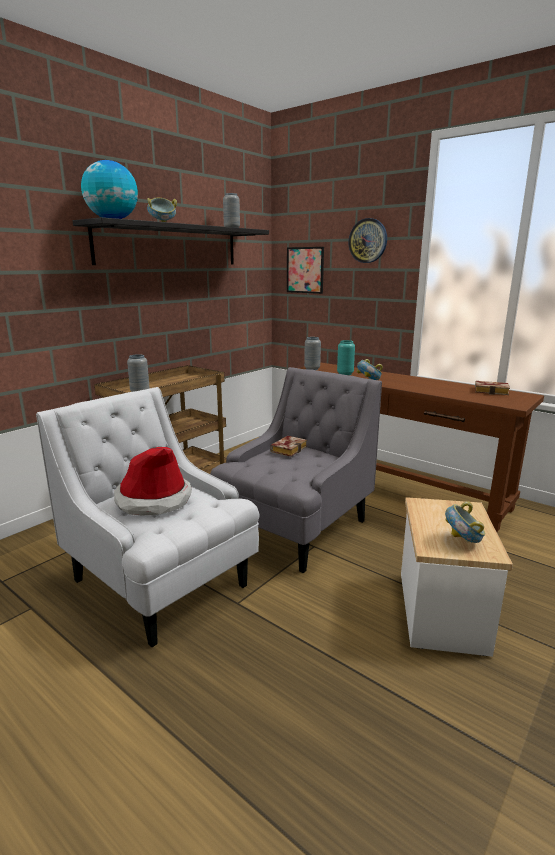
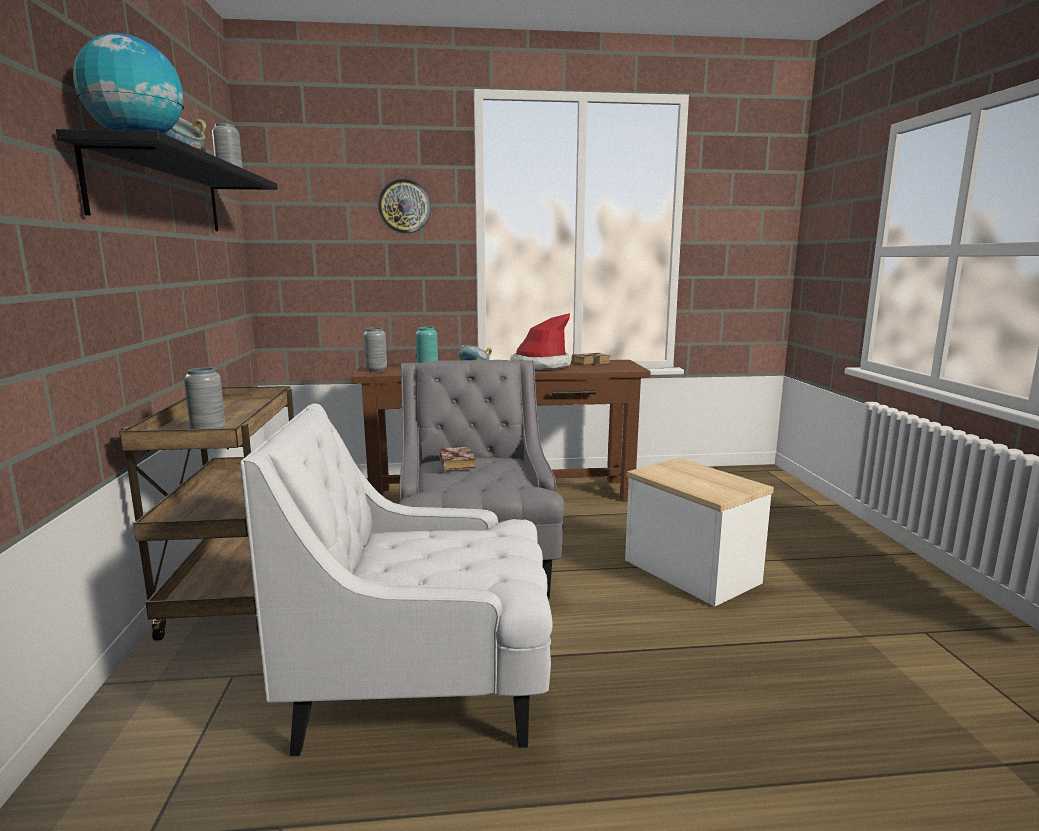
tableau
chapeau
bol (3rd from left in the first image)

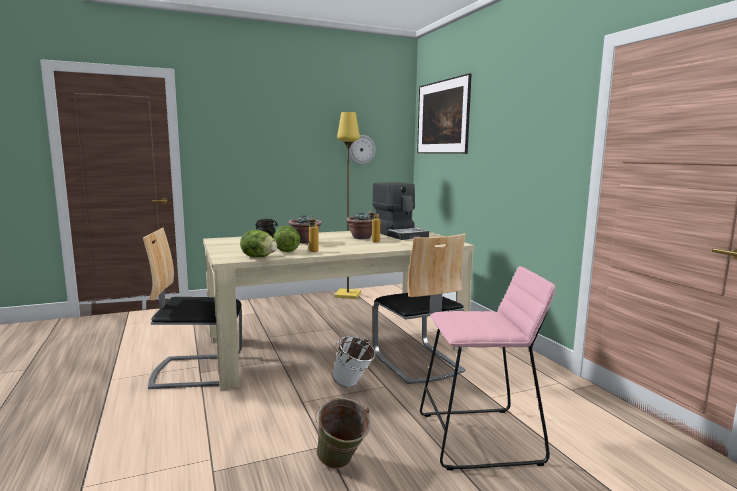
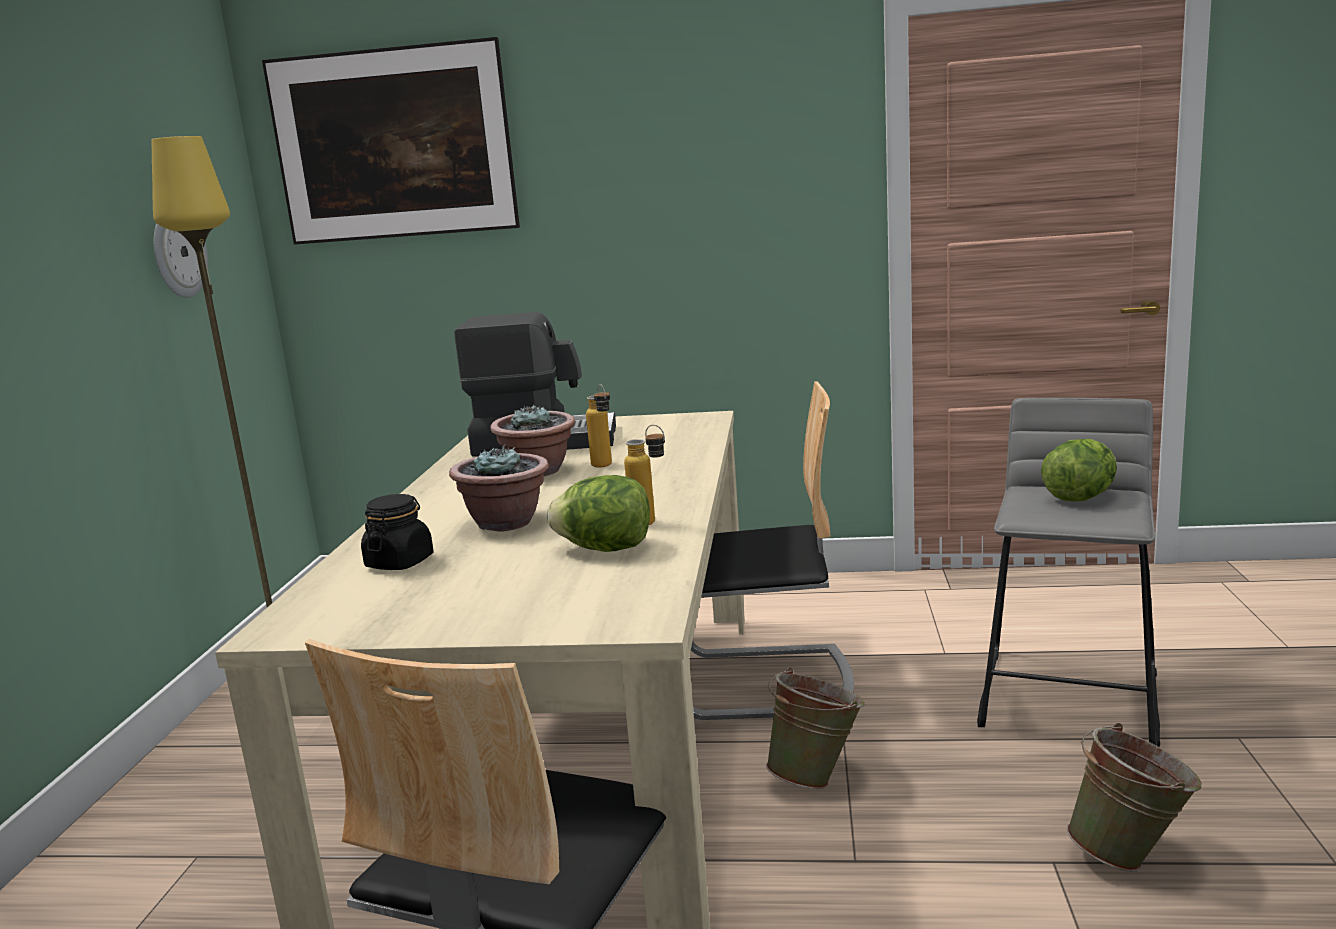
laitue (2nd from left)
tabouret (gris)
seau (vert) (1st from left)

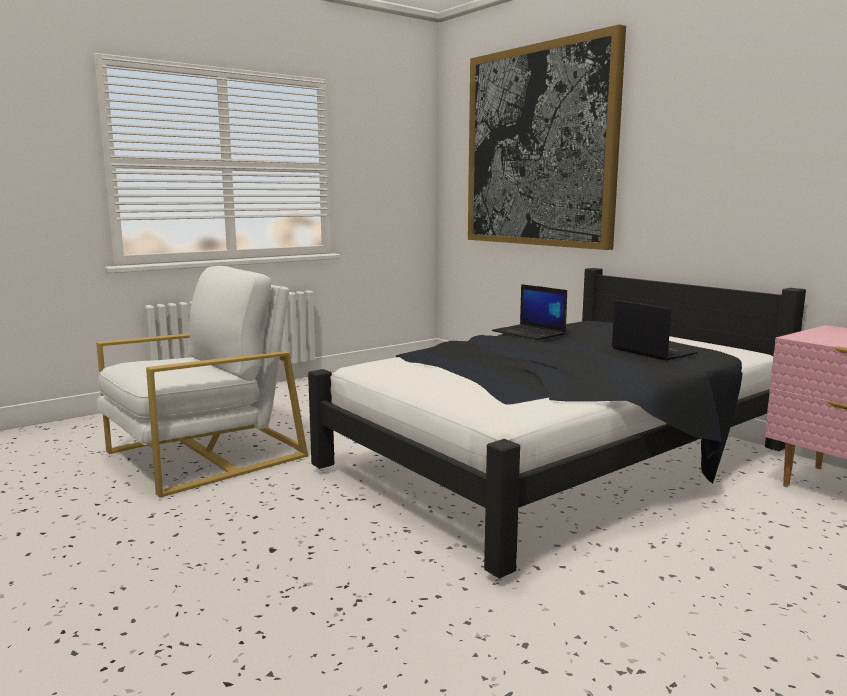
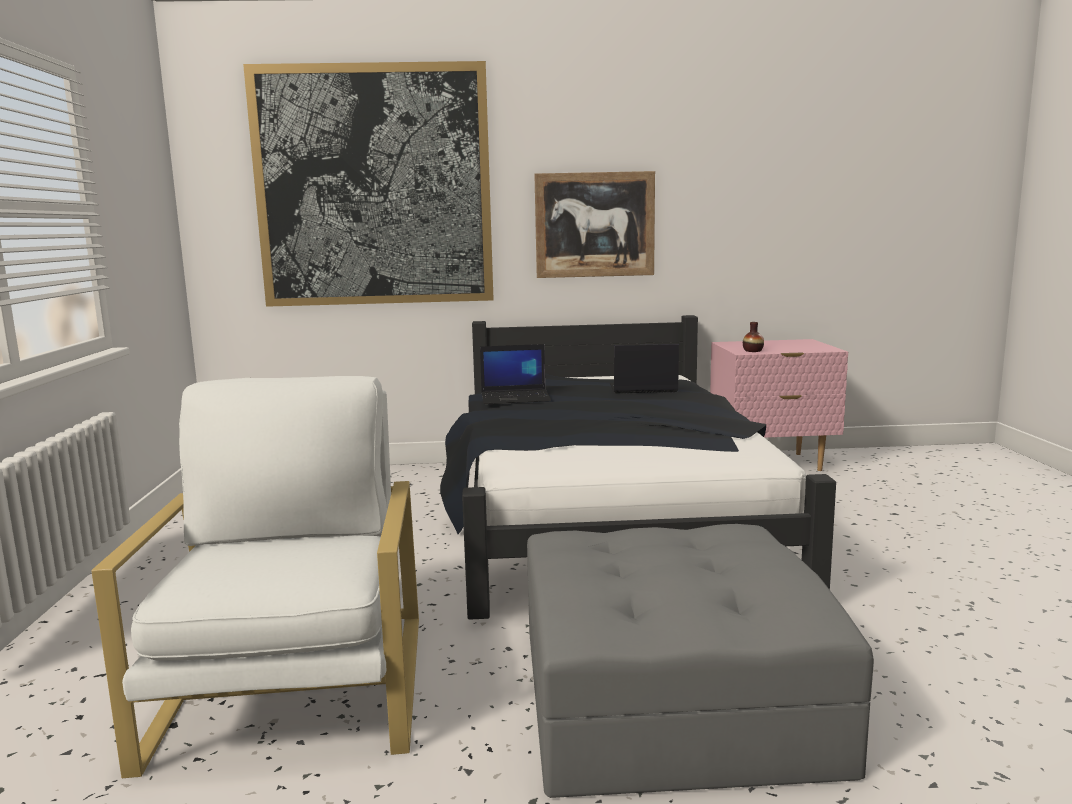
tableau (2nd from left)
vase
pouf (gris)

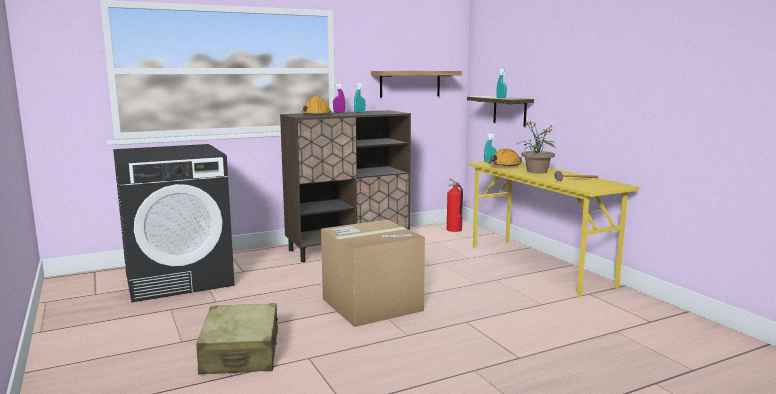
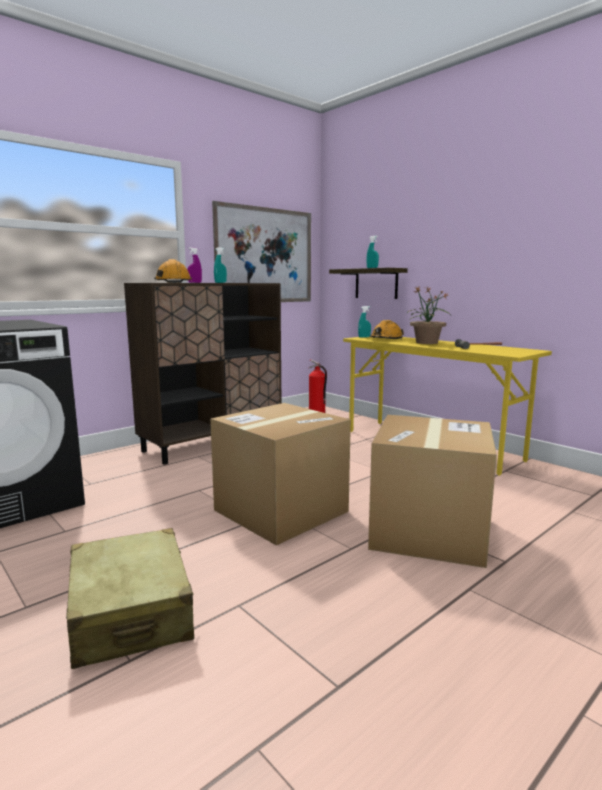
tableau
carton (2nd from left)

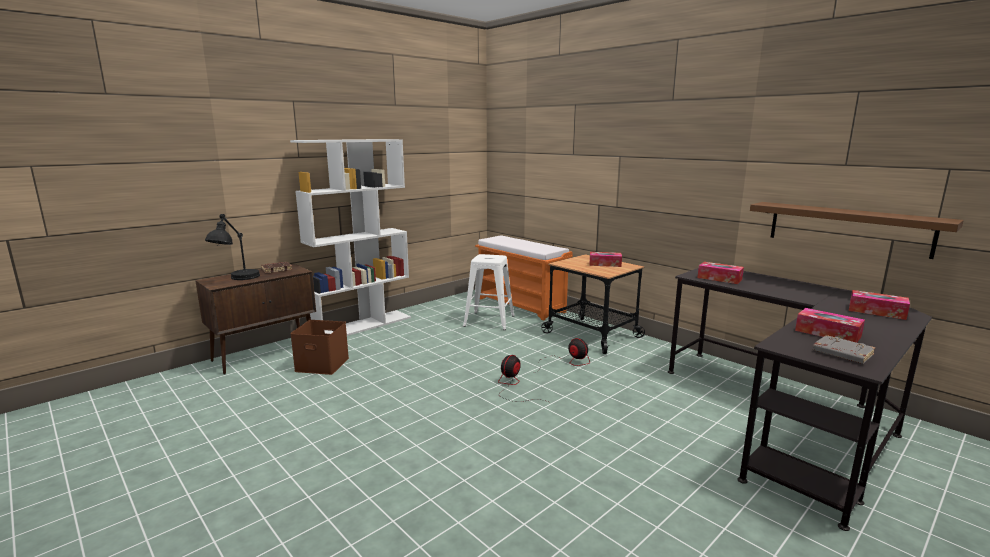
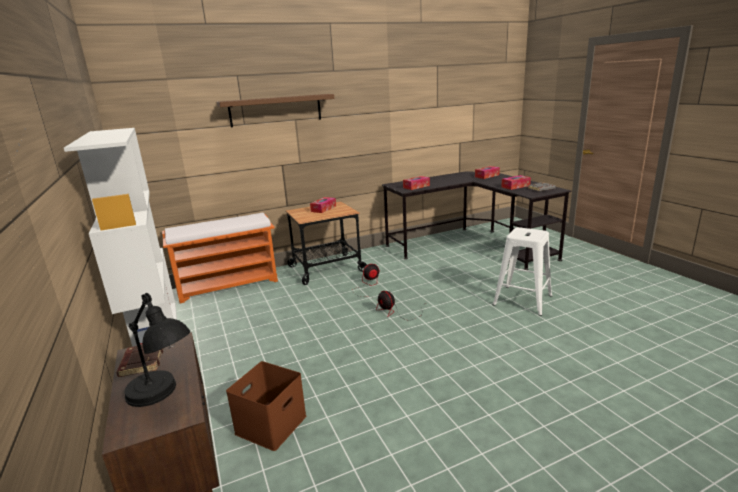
étagère (marron)
tabouret (blanc)

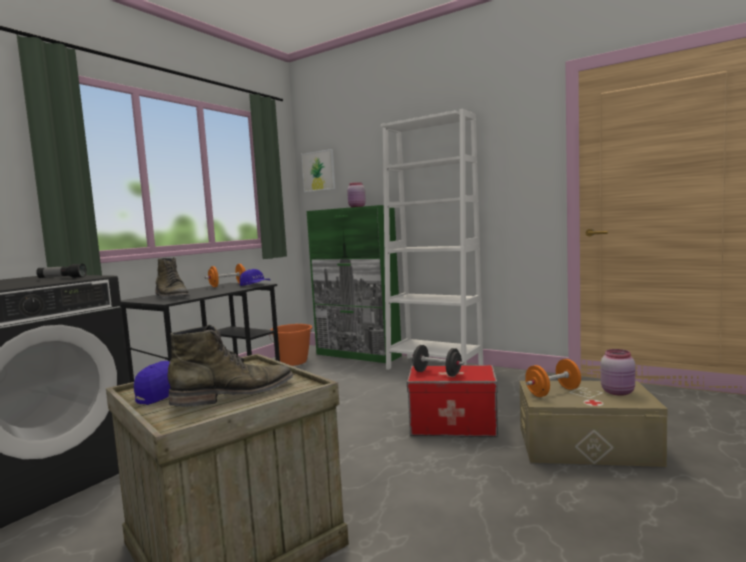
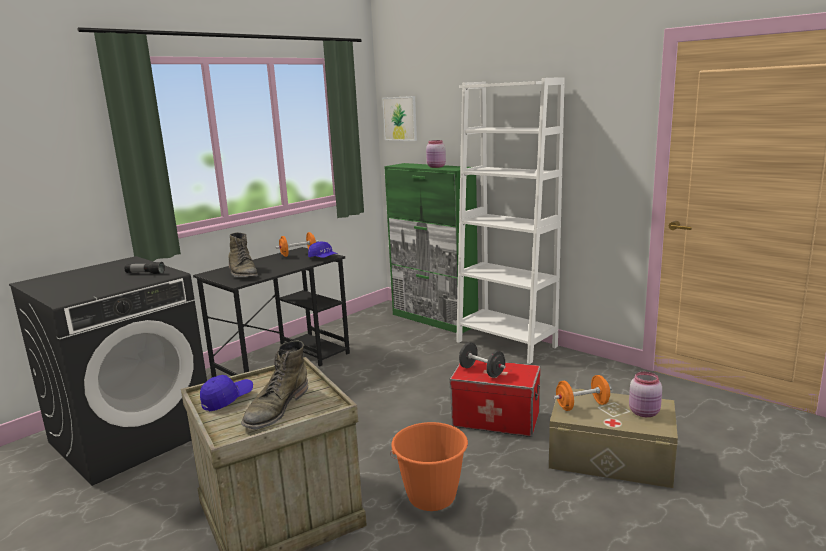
seau (orange)
botte (vert) (2nd from left)

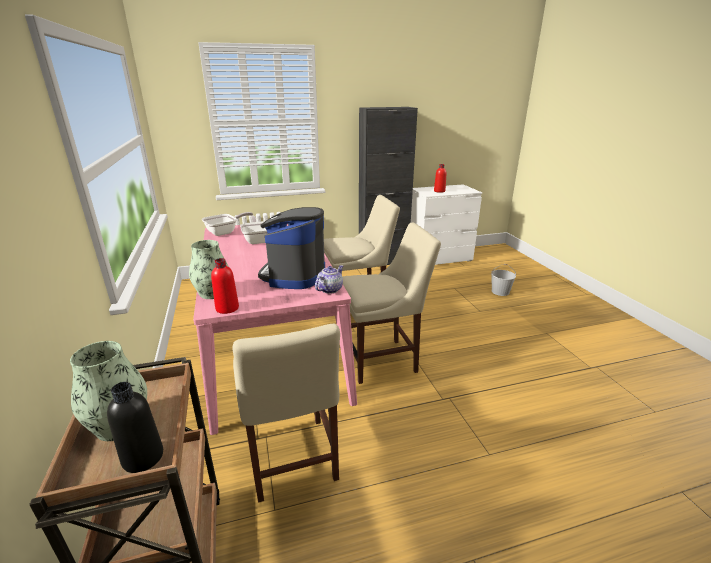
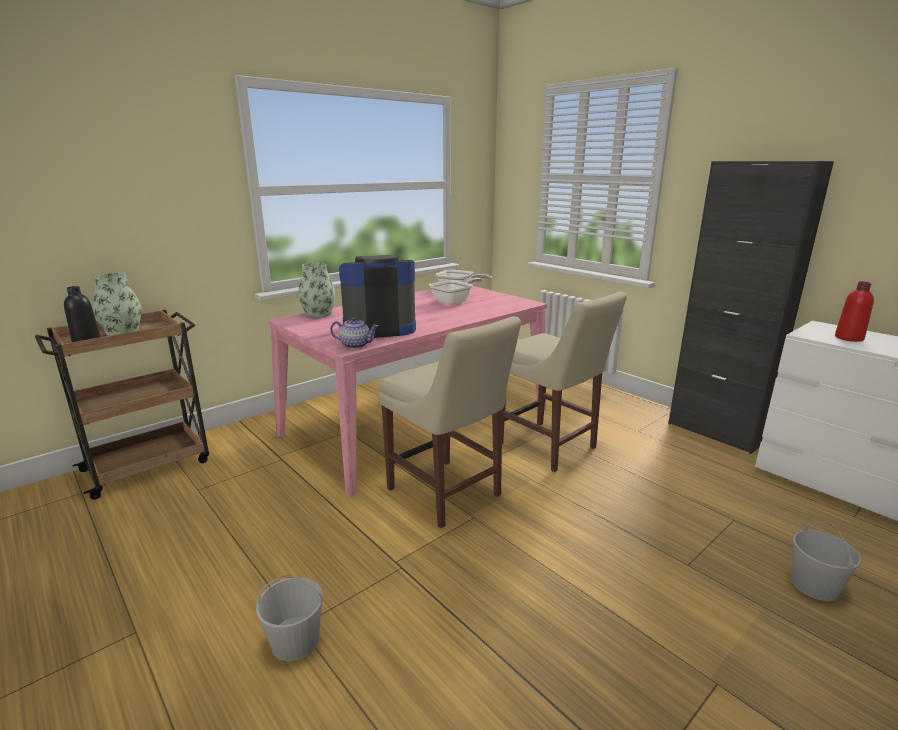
bouteille (rouge) (1st from left in the first image)
chaise (beige) (1st from left in the first image)
seau (blanc) (1st from left)

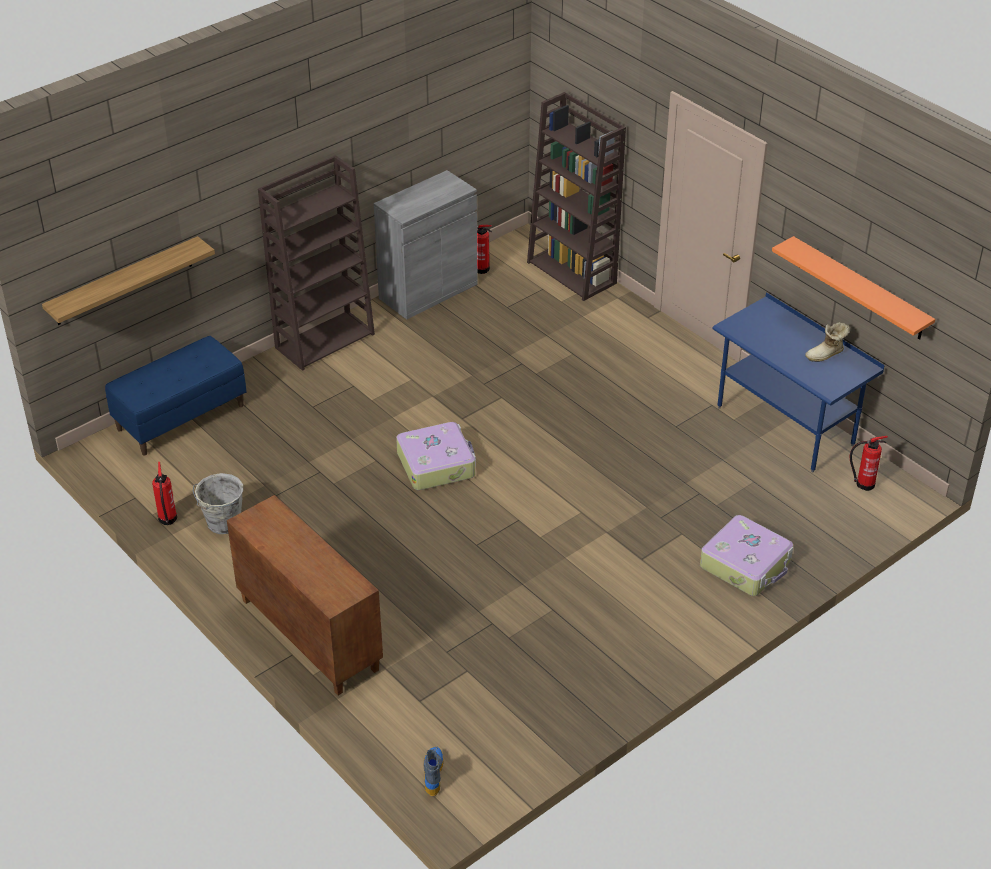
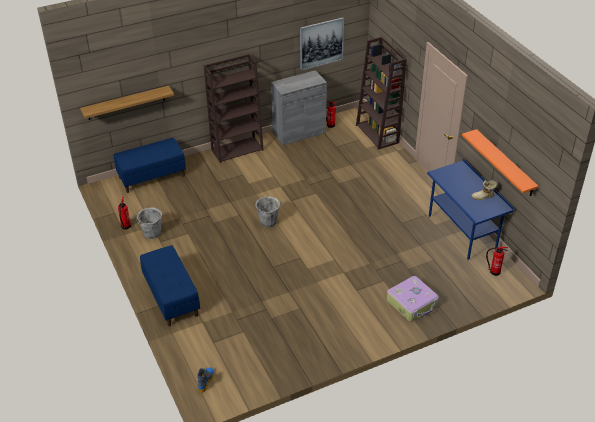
seau (gris) (2nd from left)
banc (bleu) (2nd from left)
tableau

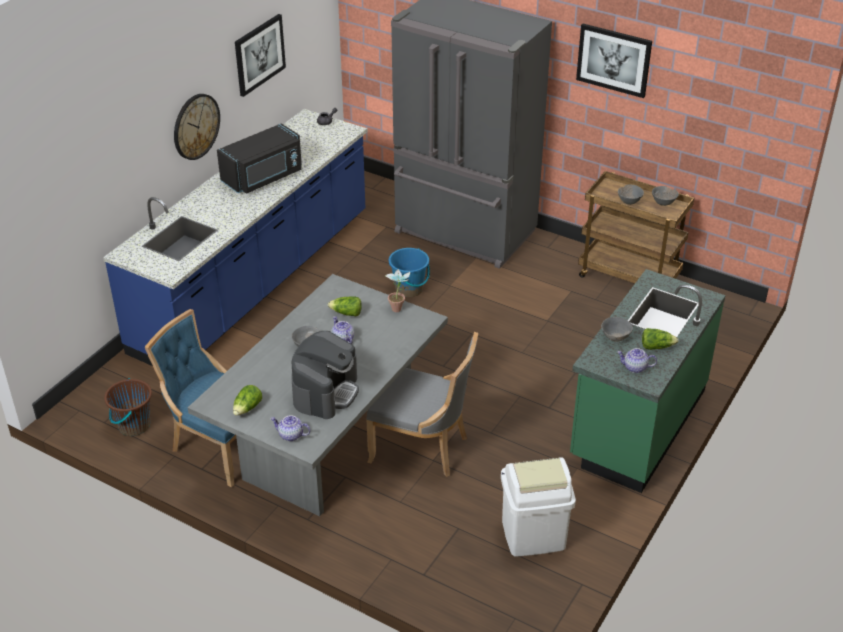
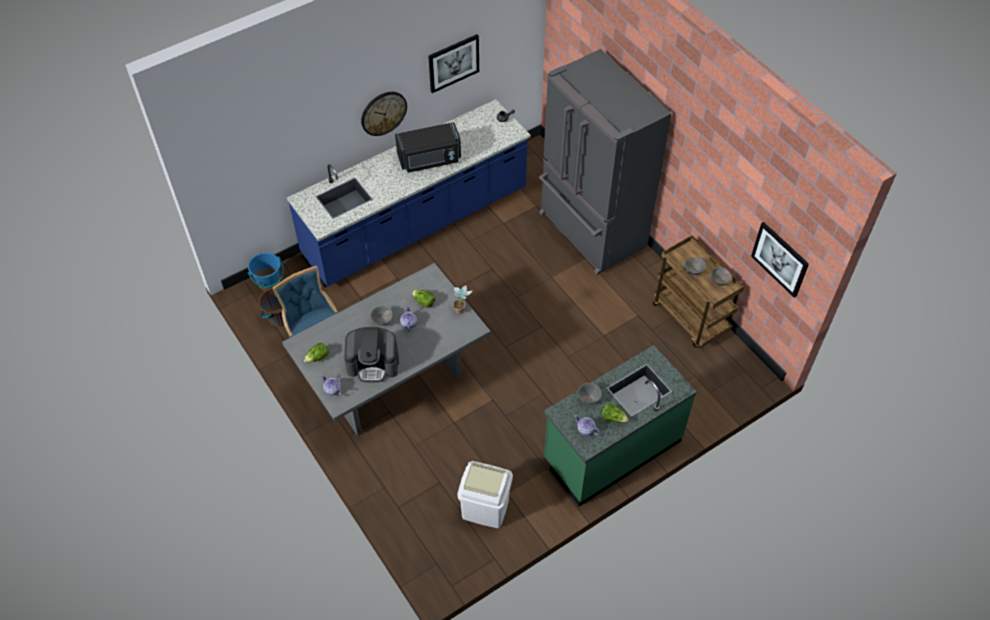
tableau (2nd from left)
seau (bleu)
machine à café
chaise (gris)

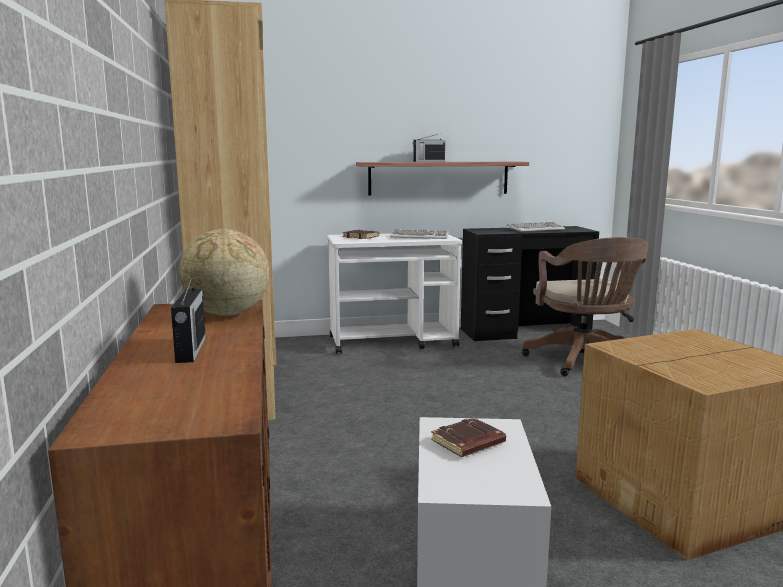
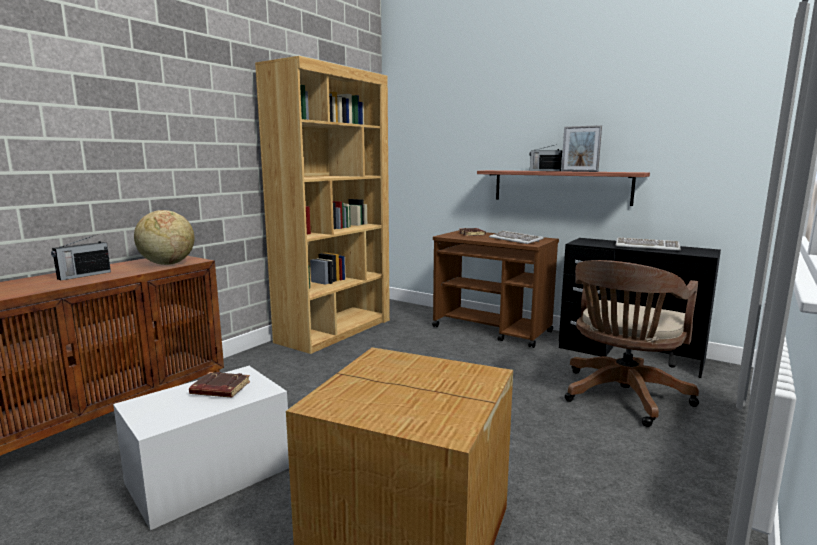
chariot (marron)
cadre photo

